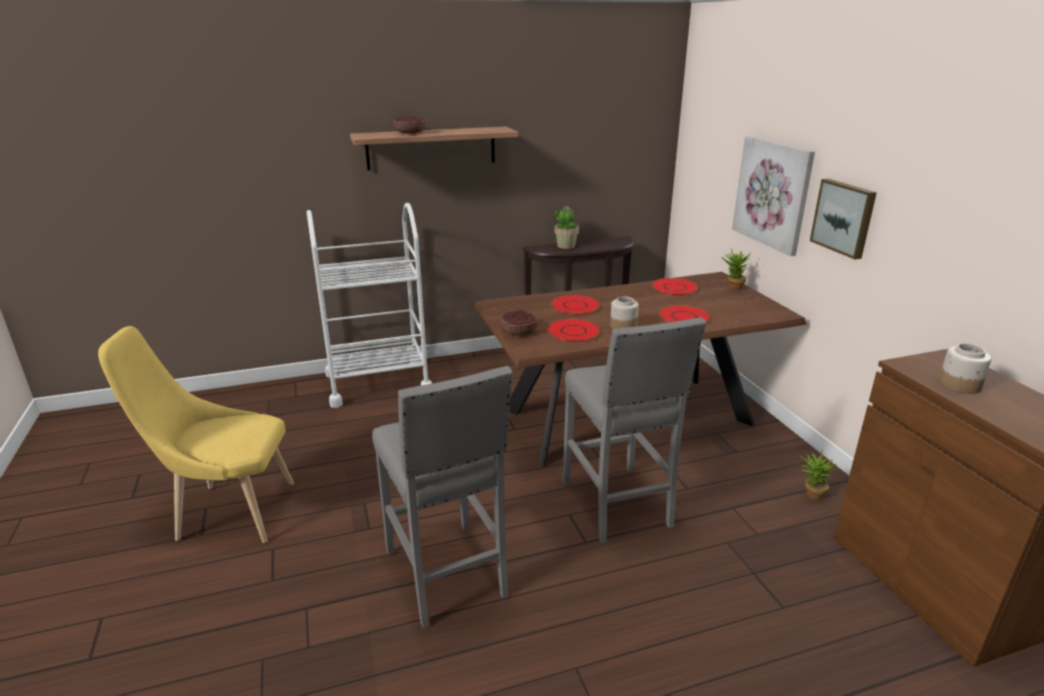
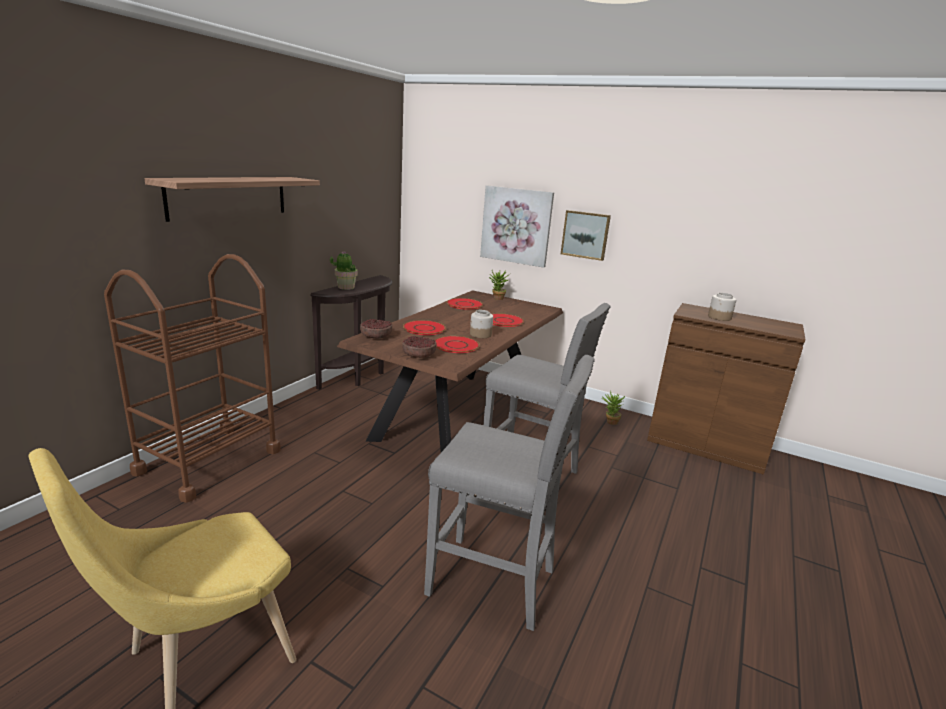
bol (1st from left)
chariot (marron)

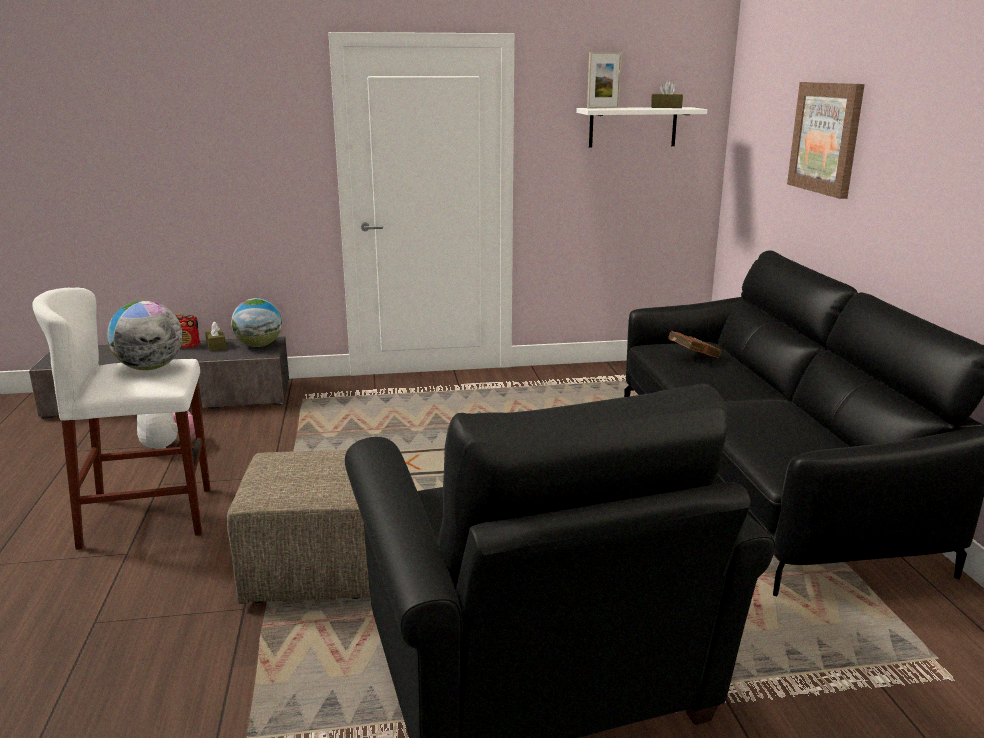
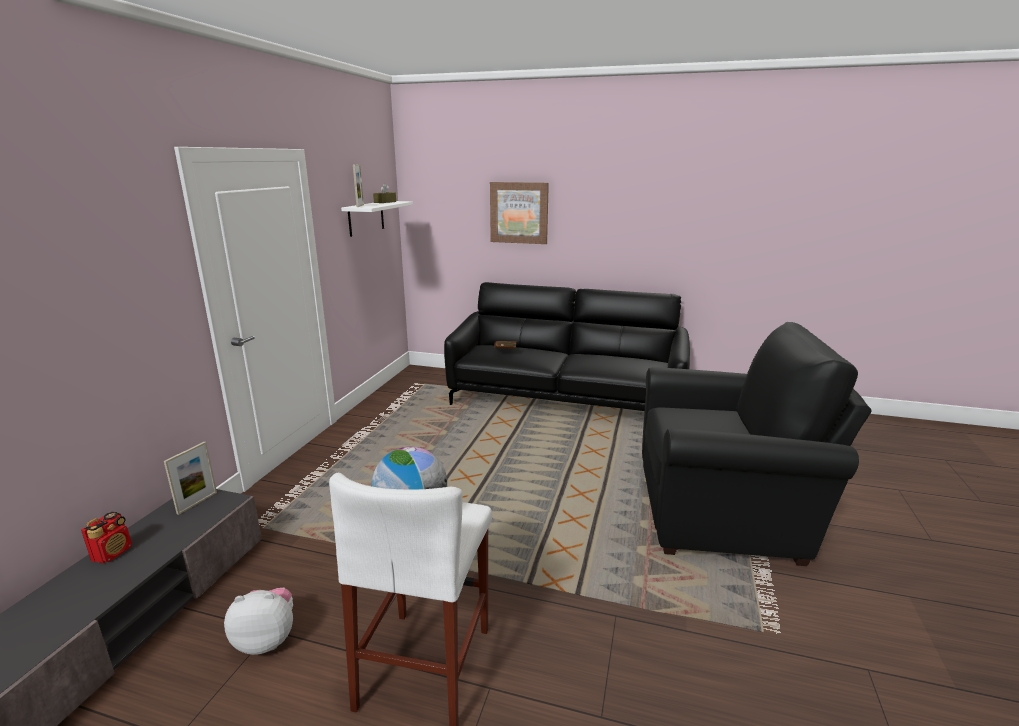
cadre photo (1st from left)
boîte à mouchoirs (marron) (1st from left in the first image)
pouf (beige)

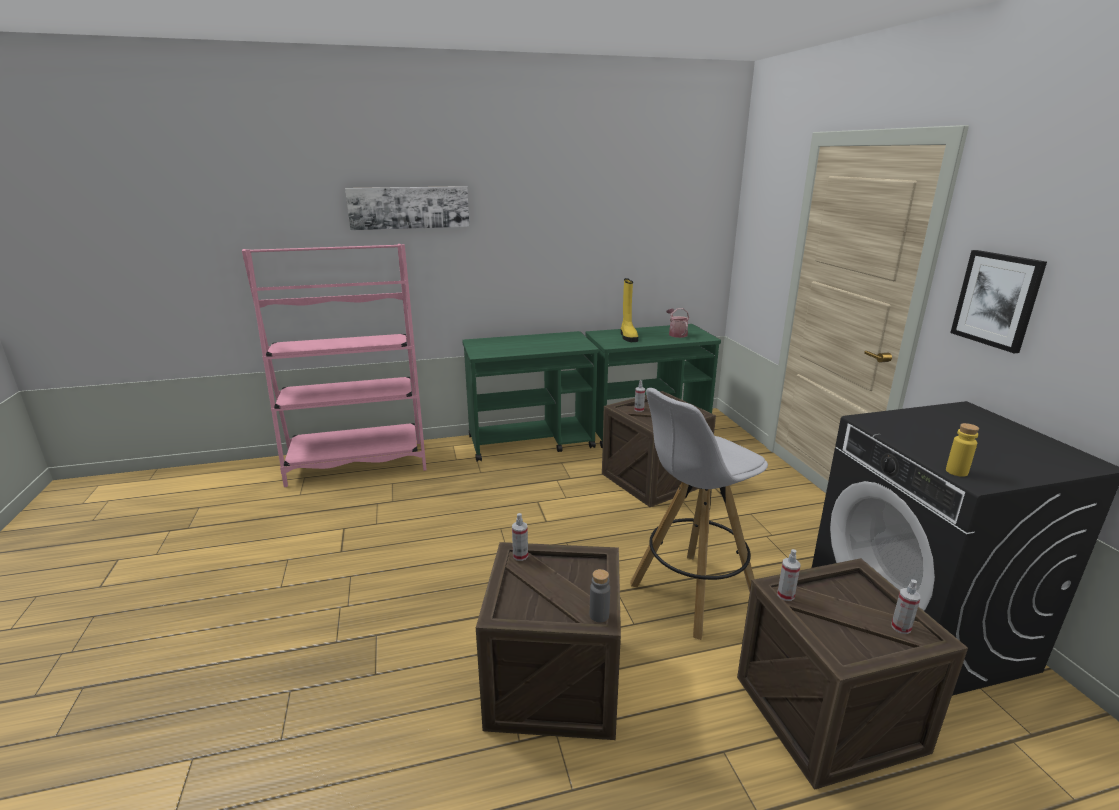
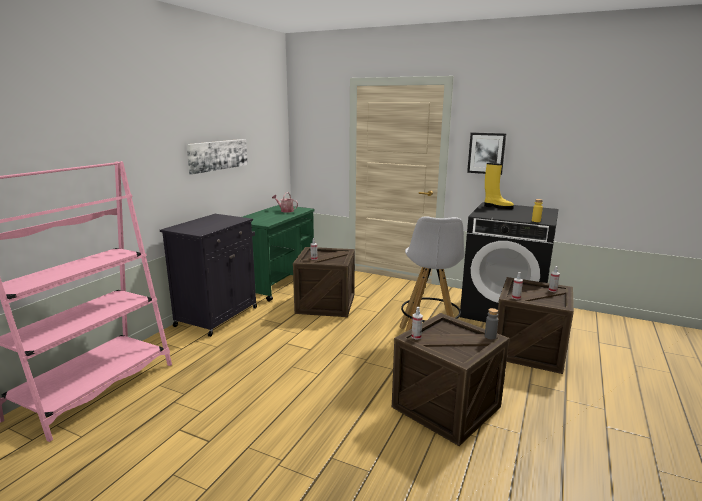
tableau (1st from left)
botte (jaune)
meuble de rangement (noir)

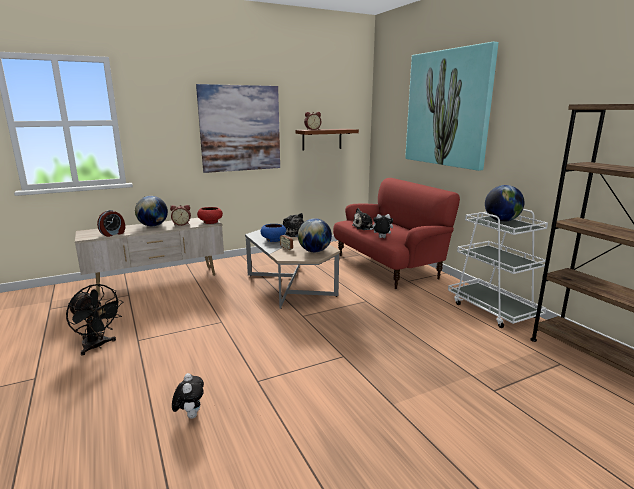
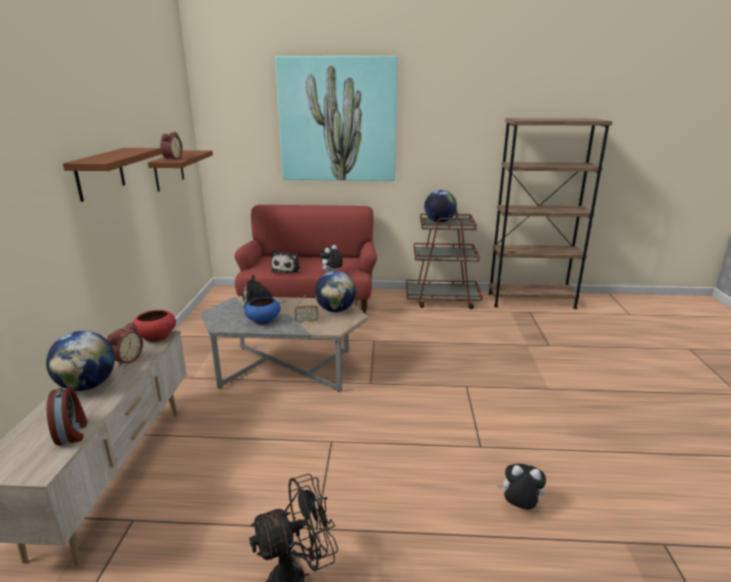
étagère (marron) (1st from left)
chariot (marron)

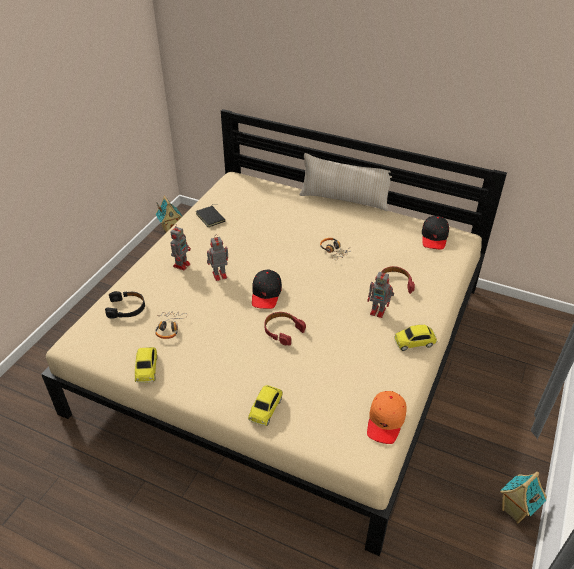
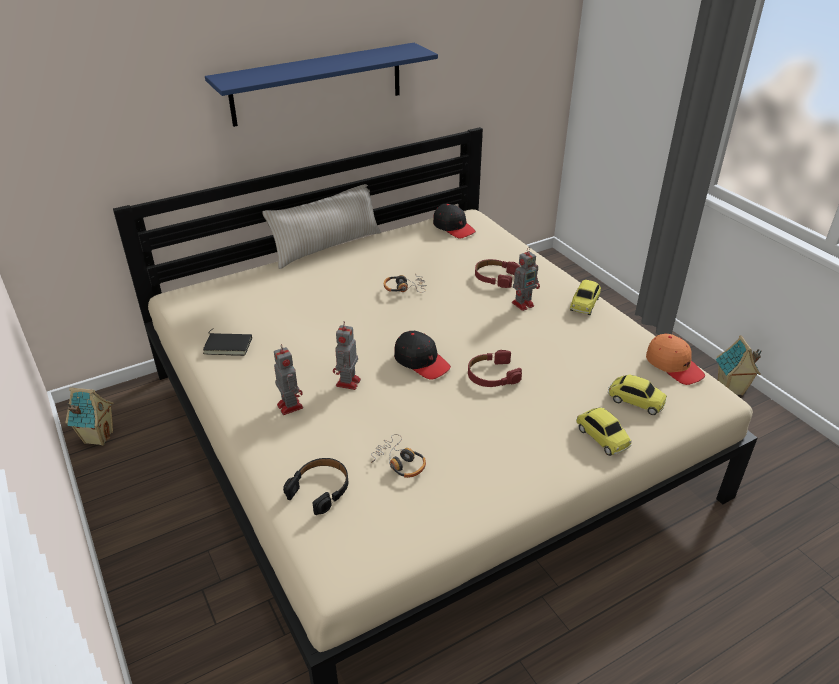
petite voiture (3rd from left)
étagère (bleu)

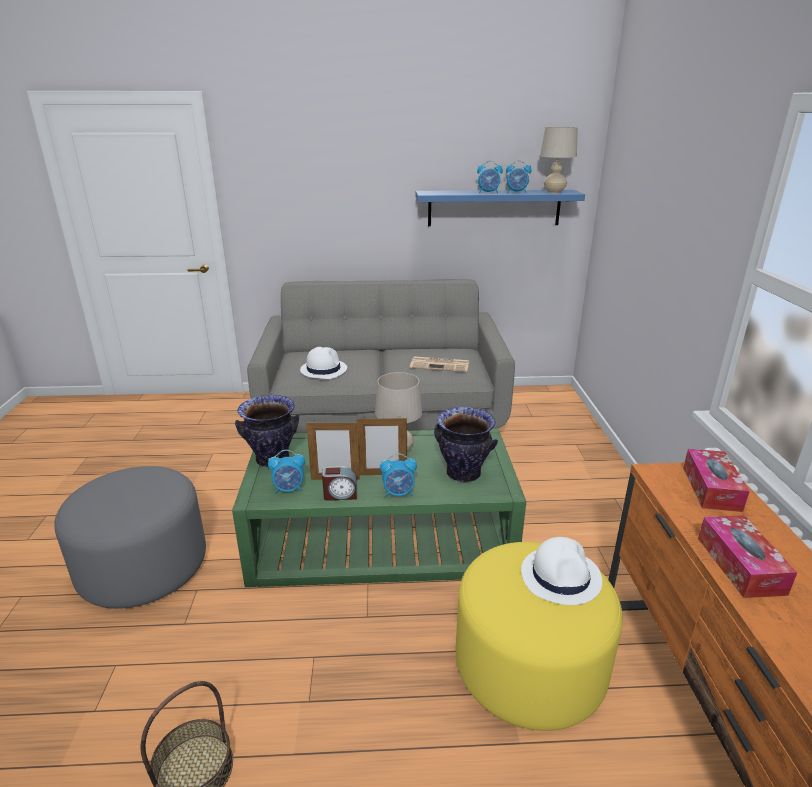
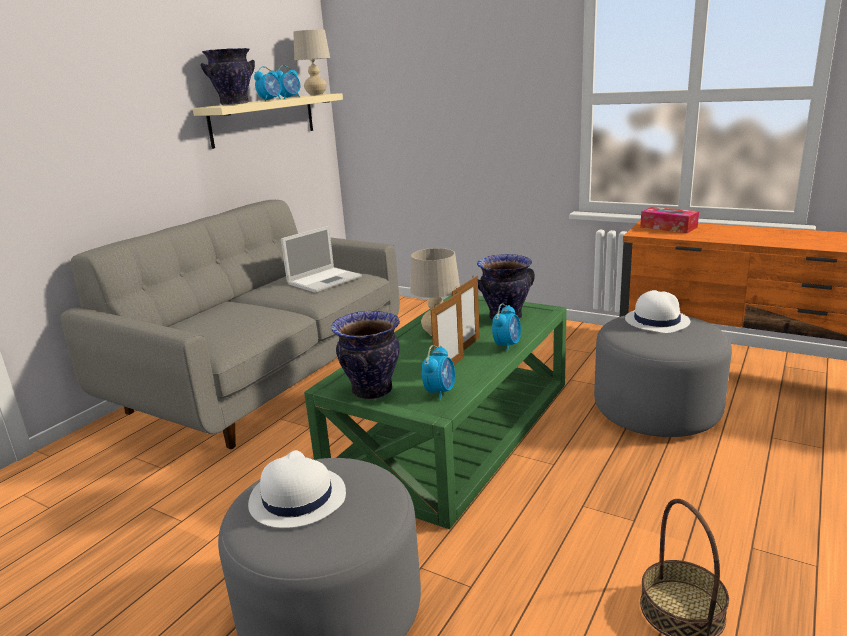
étagère (beige)
chapeau (blanc) (1st from left)
ordinateur portable
réveil (2nd from left in the first image)
boîte à mouchoirs (2nd from left in the first image)
pouf (gris) (2nd from left)
vase (1st from left)

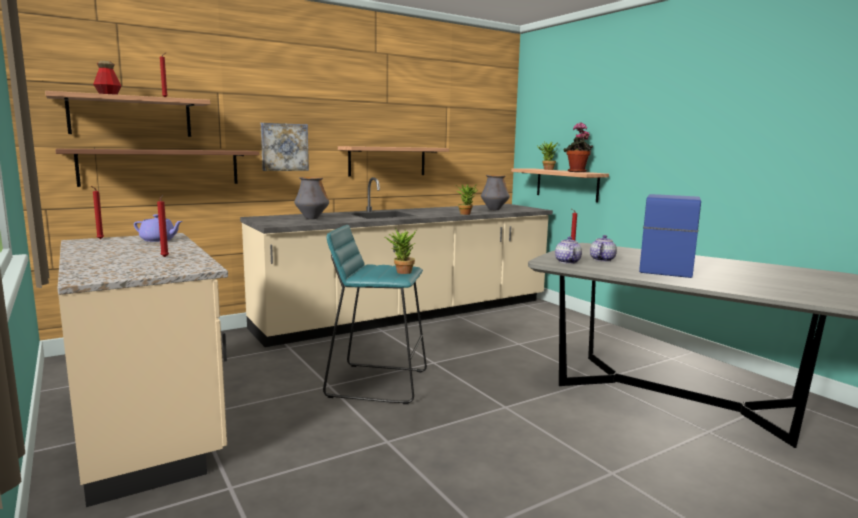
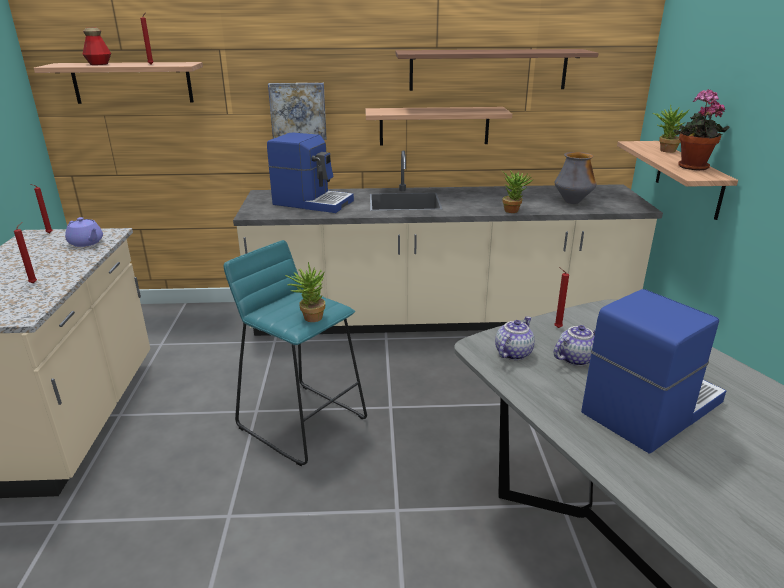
étagère (3rd from left)
machine à café (1st from left)

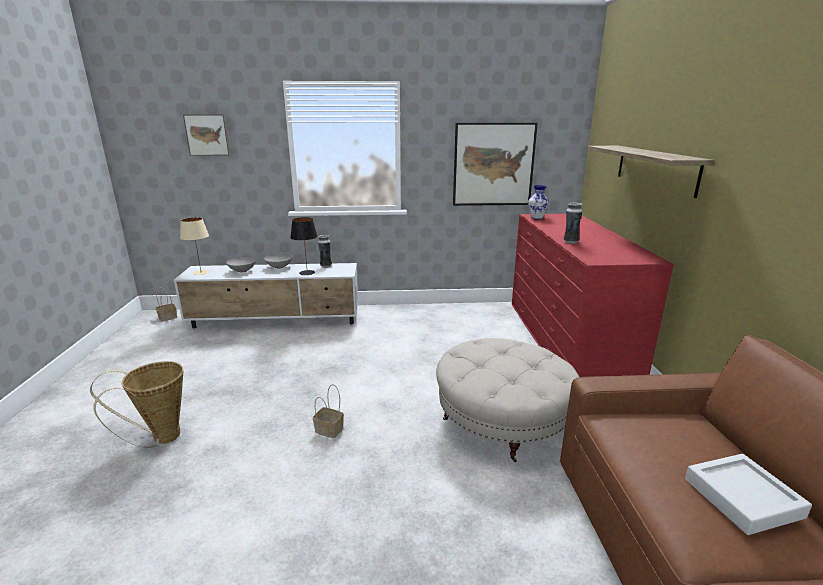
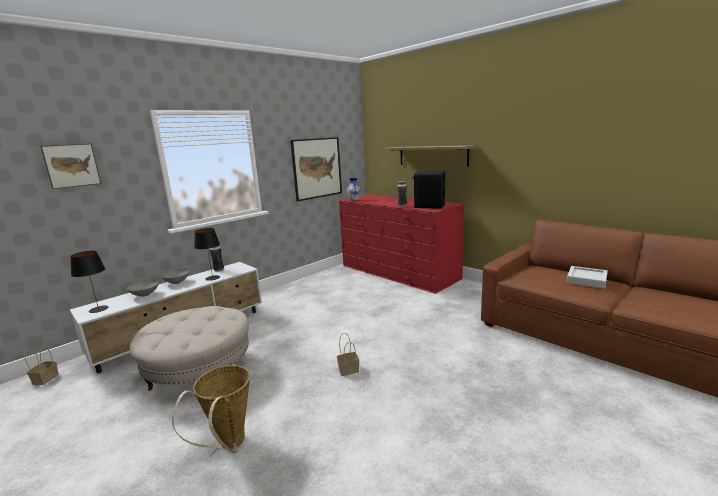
lampe de table (noir) (1st from left)
pouf (beige)
enceinte (noir)

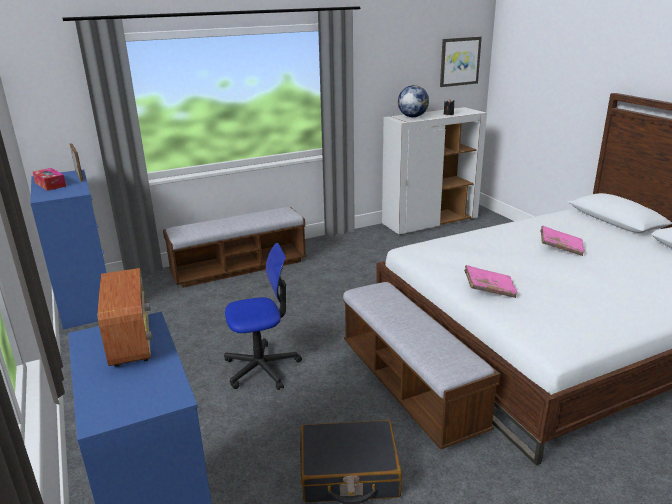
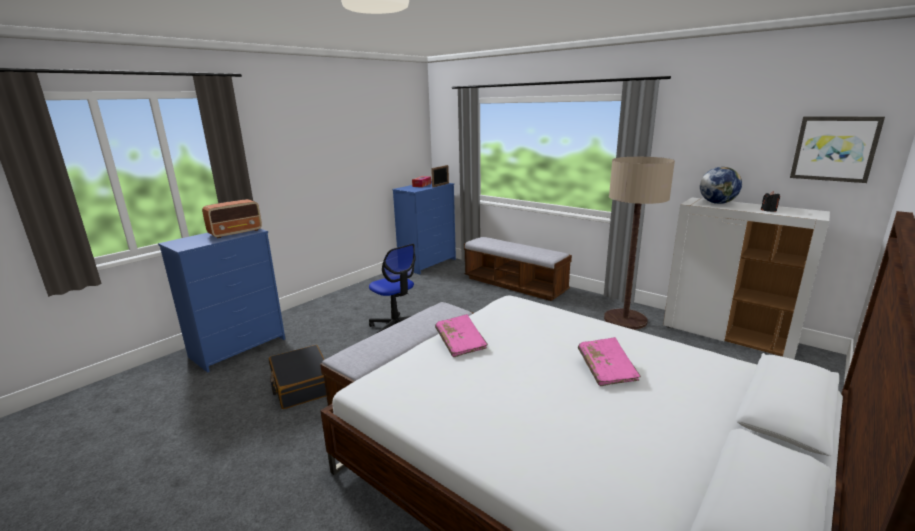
lampadaire

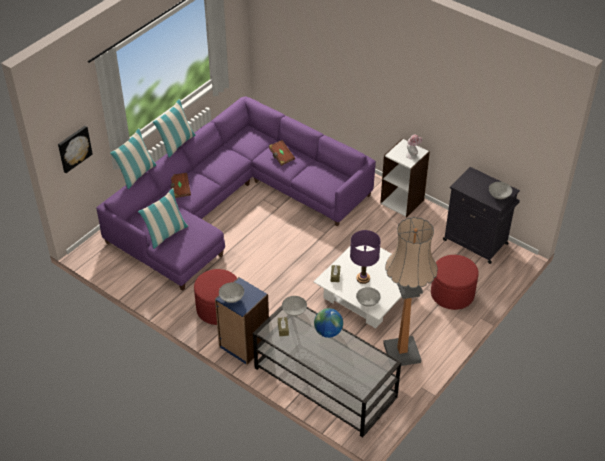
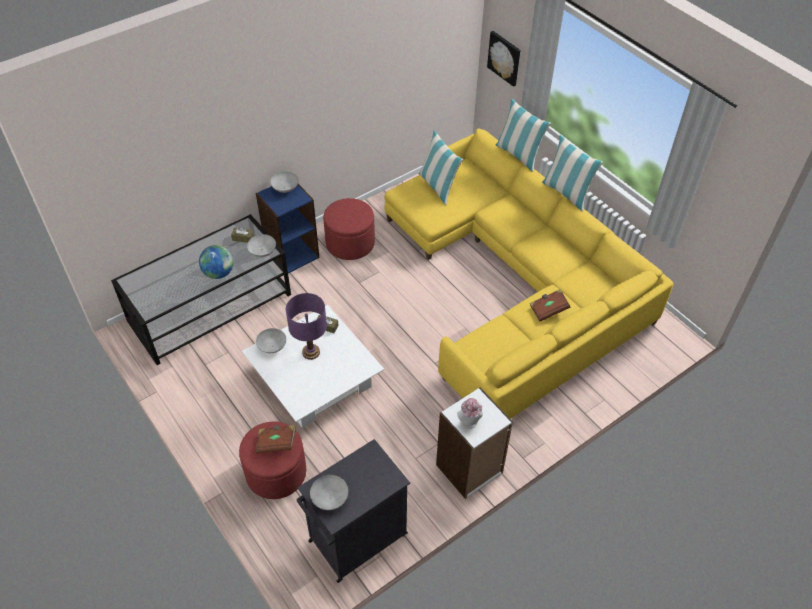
canapé (jaune)
livre (marron) (1st from left)
lampadaire

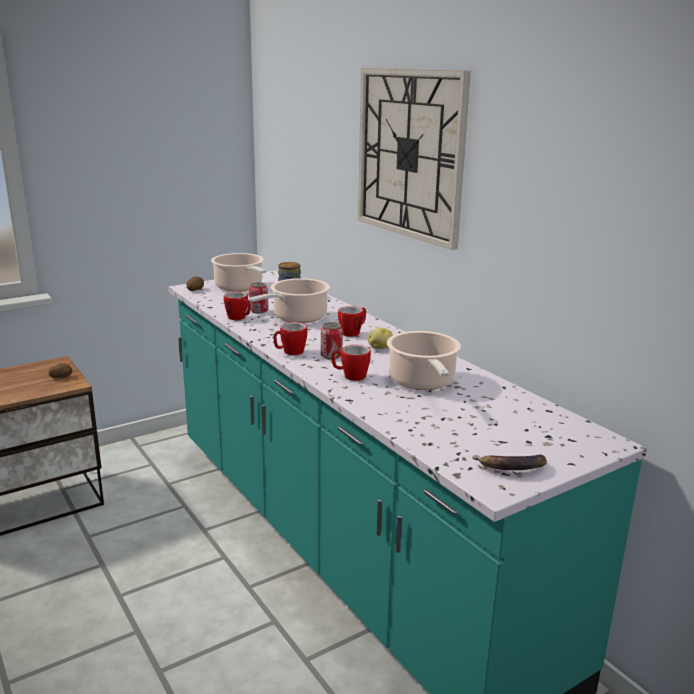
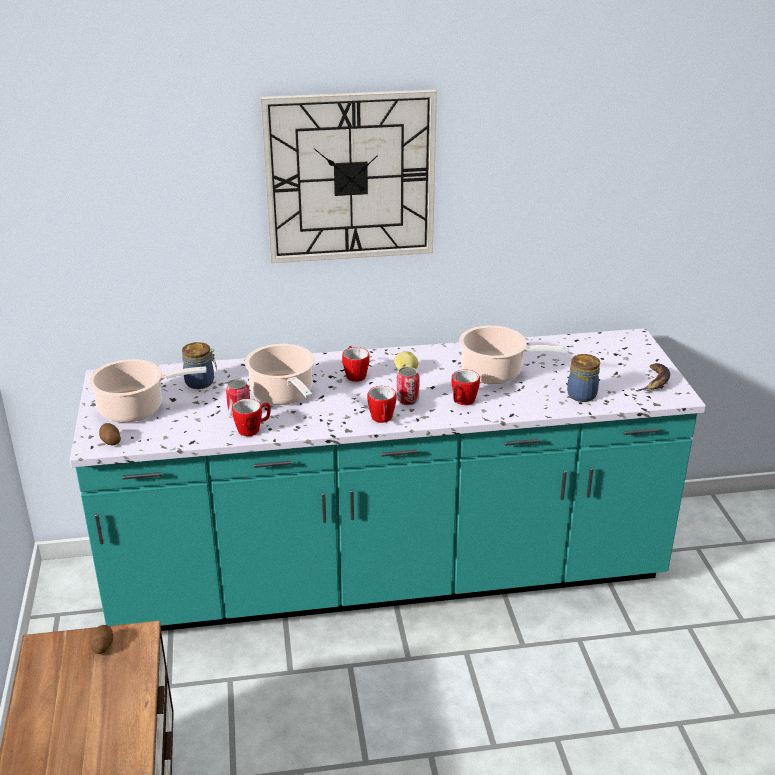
bocal (2nd from left)

